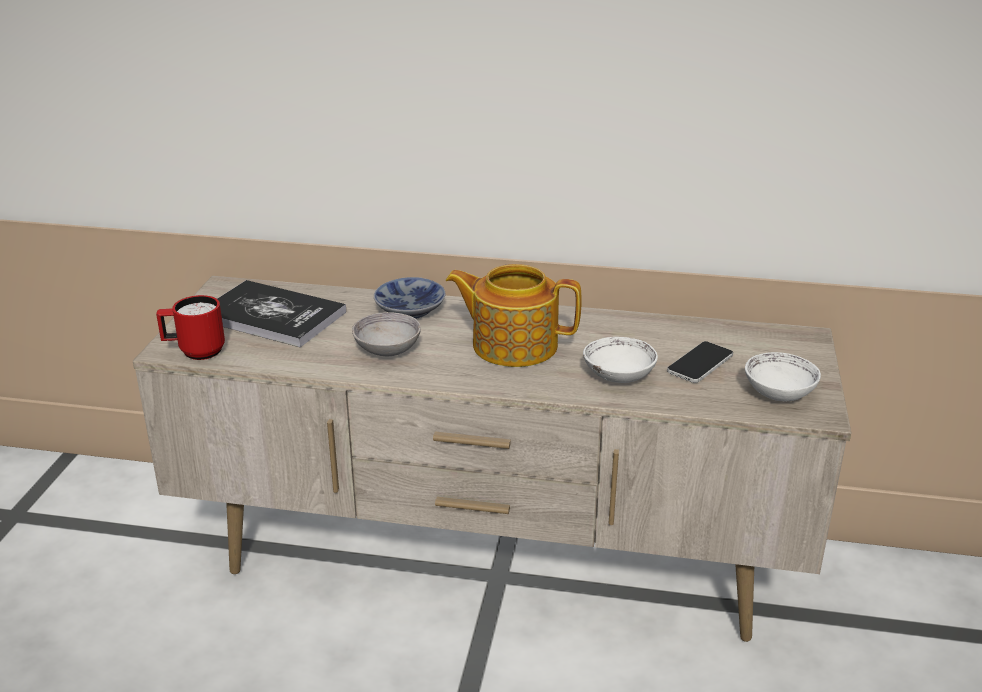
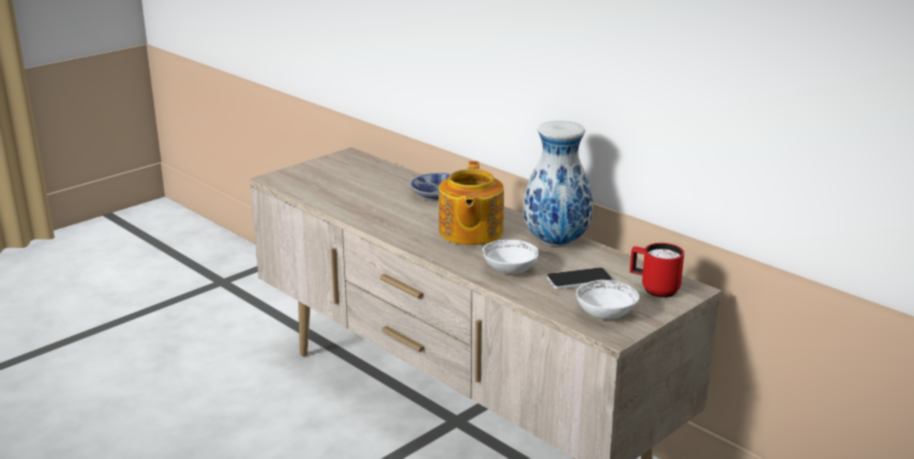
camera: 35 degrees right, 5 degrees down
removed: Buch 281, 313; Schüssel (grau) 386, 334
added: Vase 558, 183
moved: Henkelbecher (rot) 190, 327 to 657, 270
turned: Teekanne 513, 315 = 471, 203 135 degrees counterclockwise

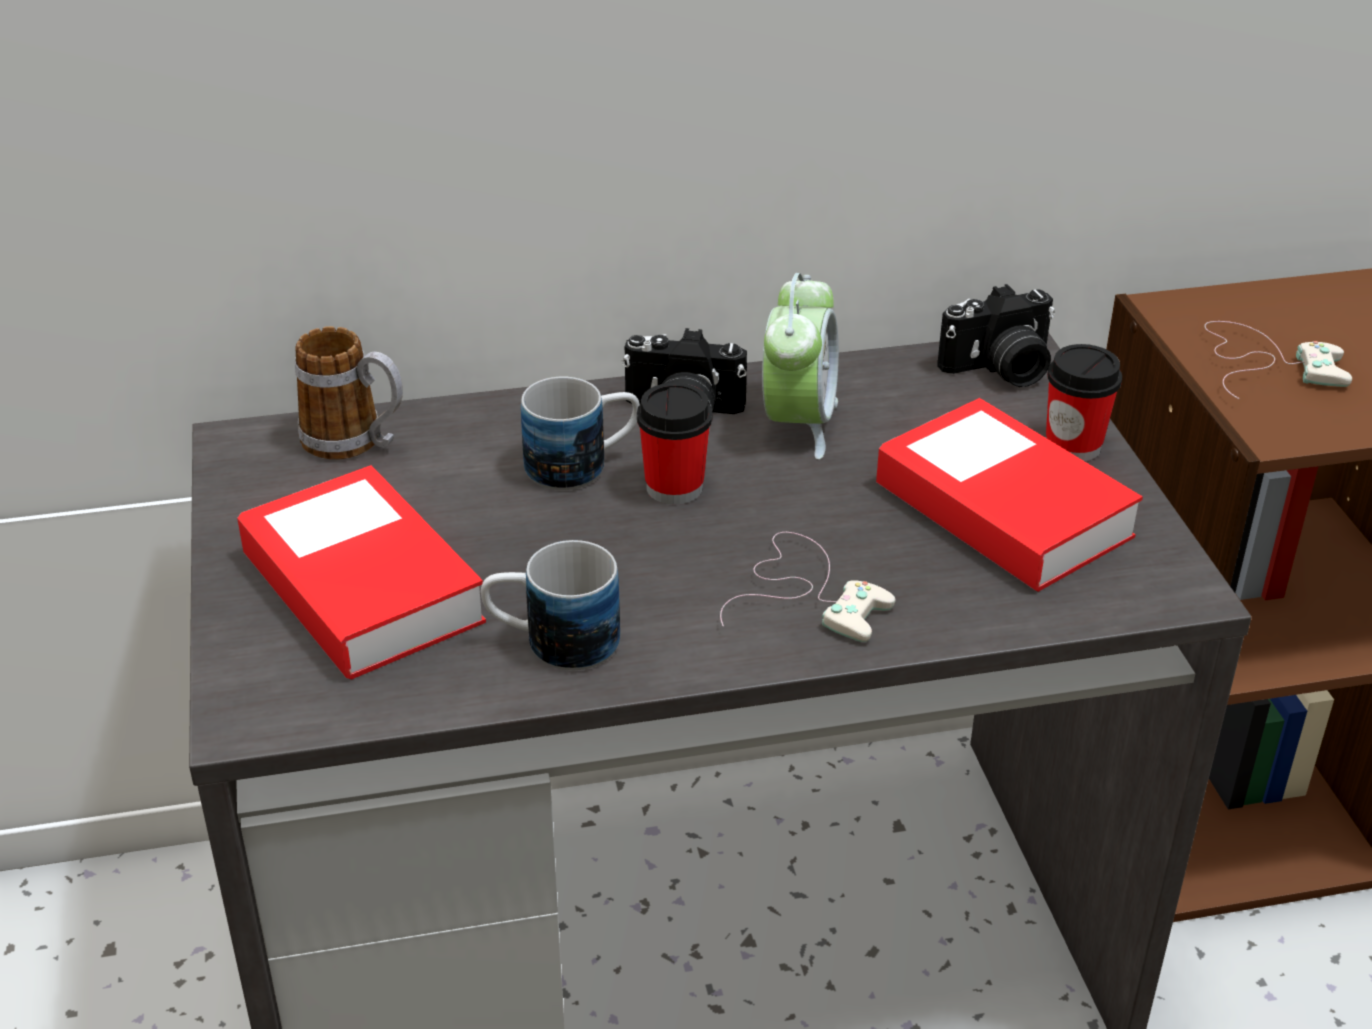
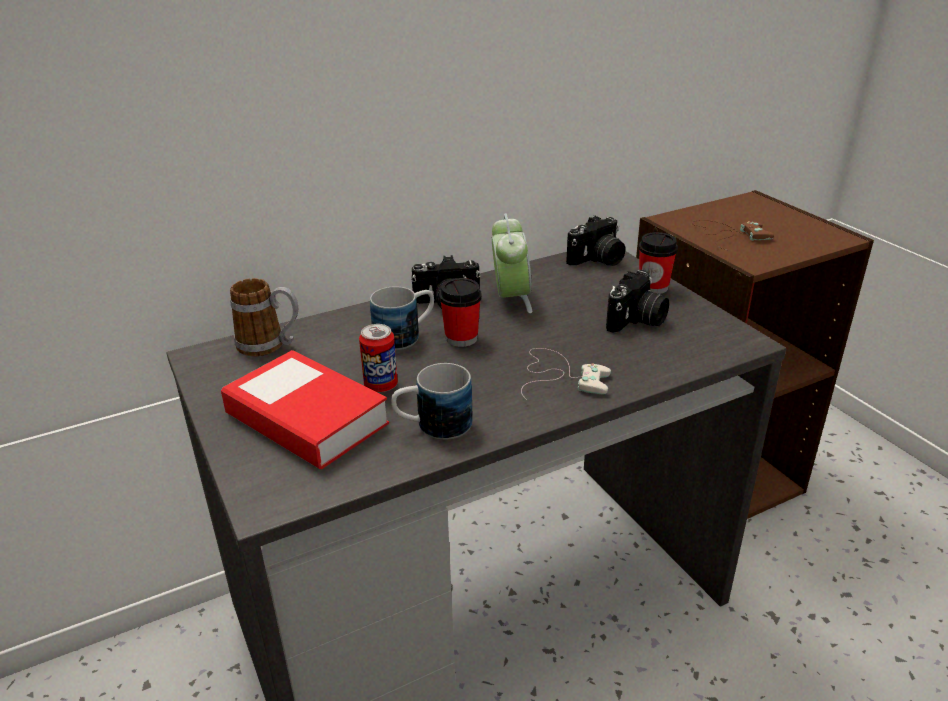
camera: 15 degrees left, 5 degrees down
added: Dose 378, 358
replaced: Buch 1009, 495 to Kamera 637, 301
recoloured: Gamepad (weiß) 1278, 360 to Gamepad (braun) 733, 235

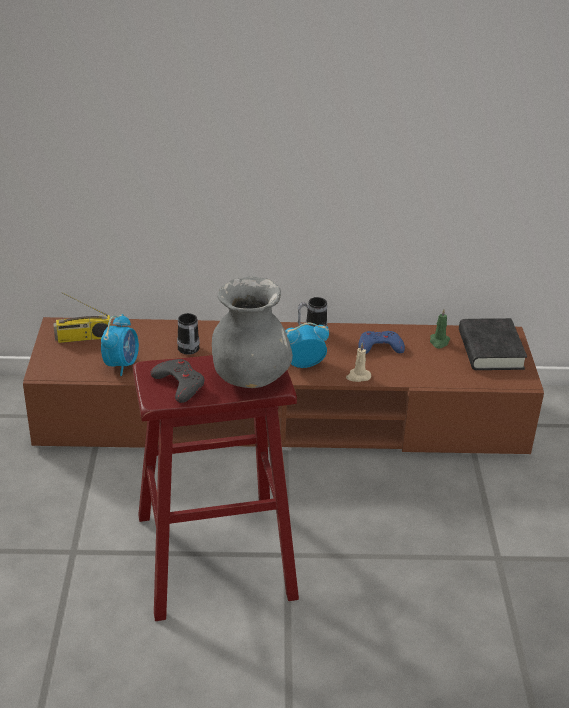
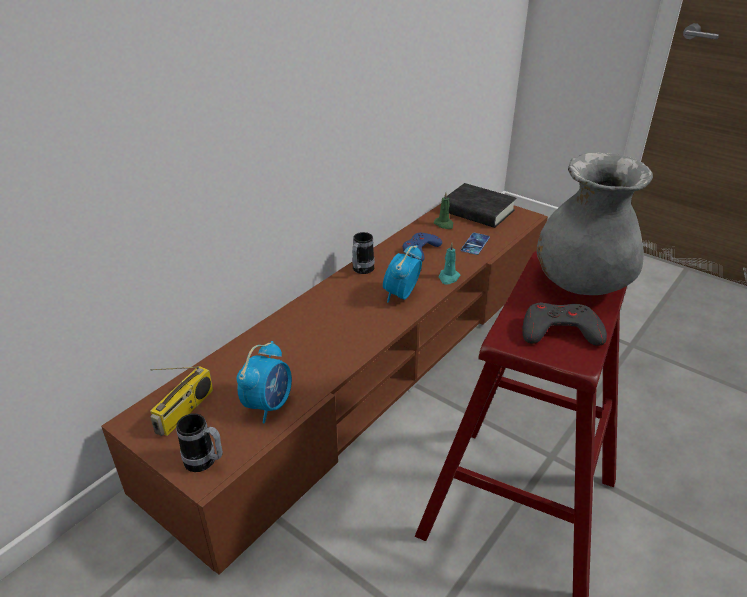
camera: 50 degrees left, 0 degrees up
added: Handy 475, 244
moved: Henkelbecher 188, 334 to 199, 442
recoloured: Kerze (beige) 358, 362 to Kerze (türkis) 450, 264
turned: Wecker 120, 345 = 264, 382 60 degrees clockwise

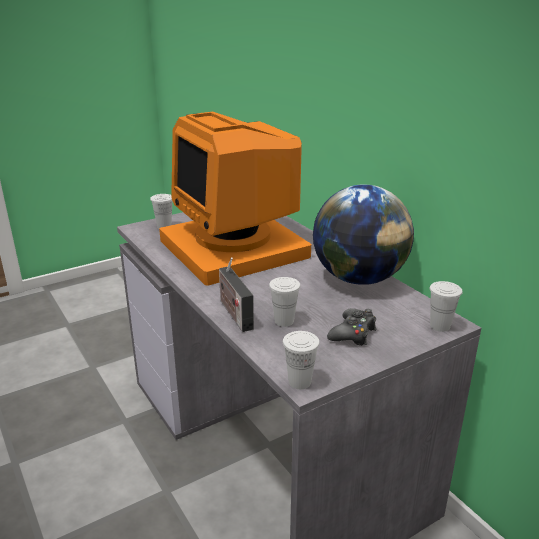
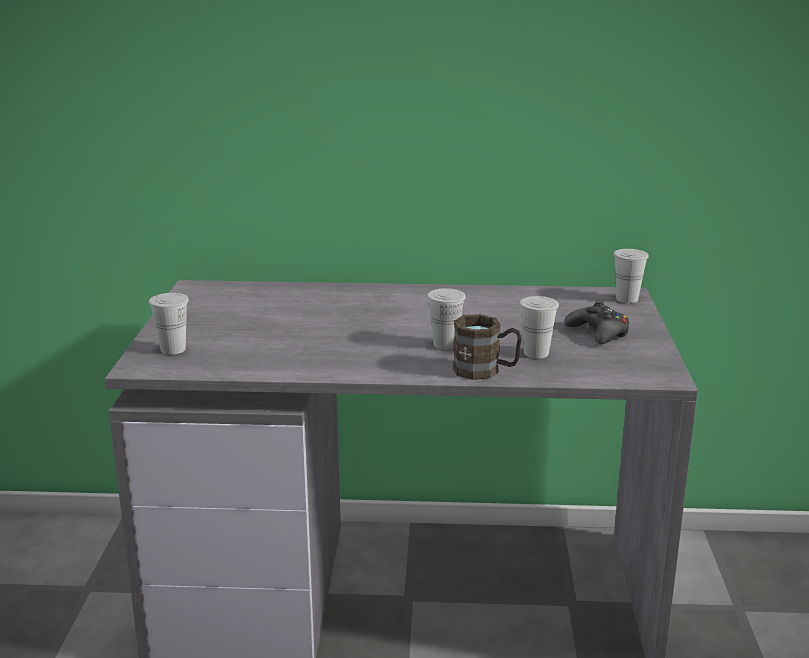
camera: 55 degrees left, 5 degrees down
removed: Monitor 235, 199; Globus 363, 235
moved: Tasse (weiß) 301, 360 to 446, 319
replaced: Radio 236, 294 to Henkelbecher (braun) 487, 347

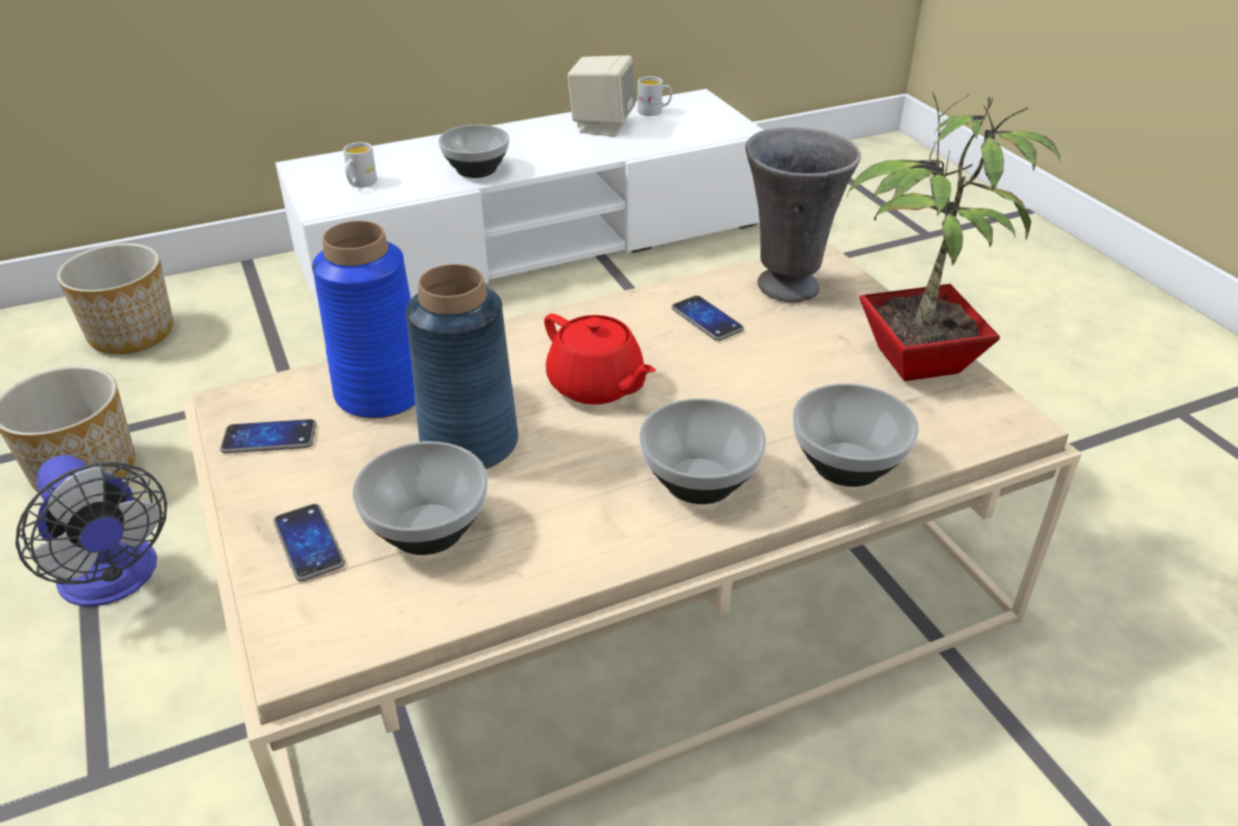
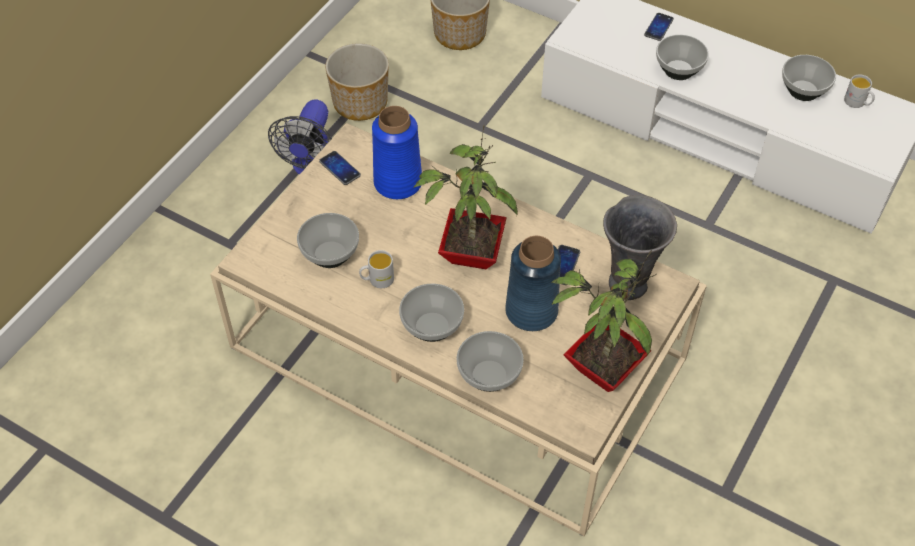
camera: 55 degrees right, 15 degrees up
moved: Henkelbecher (weiß) 360, 164 to 376, 269; Vase (blau) 462, 366 to 533, 283; Handy 309, 543 to 659, 27
replaced: Teekanne (rot) 600, 359 to Topfpflanze 465, 197; Lautsprecher (beige) 601, 96 to Schüssel 809, 78

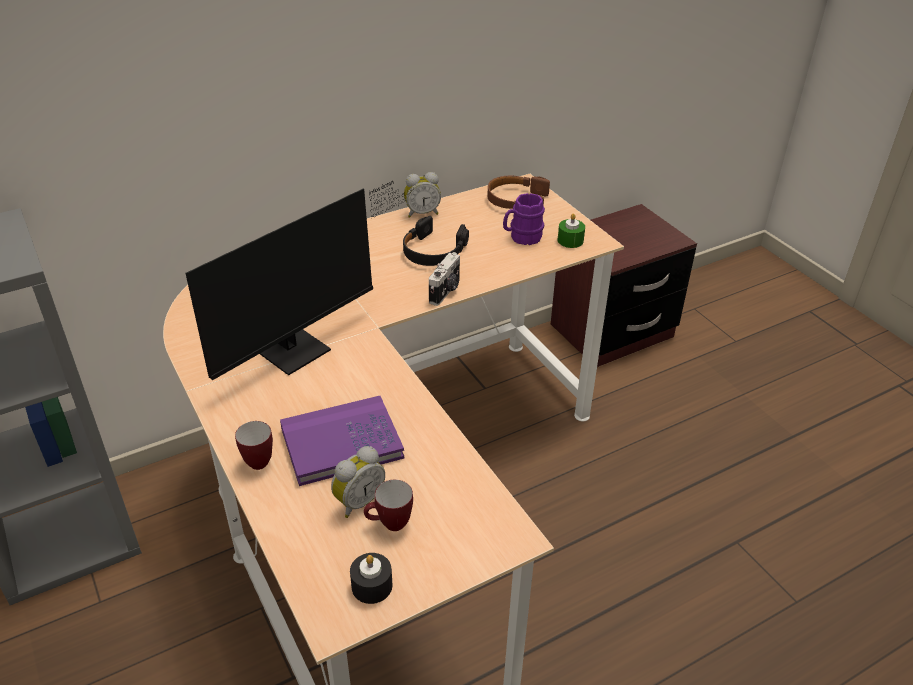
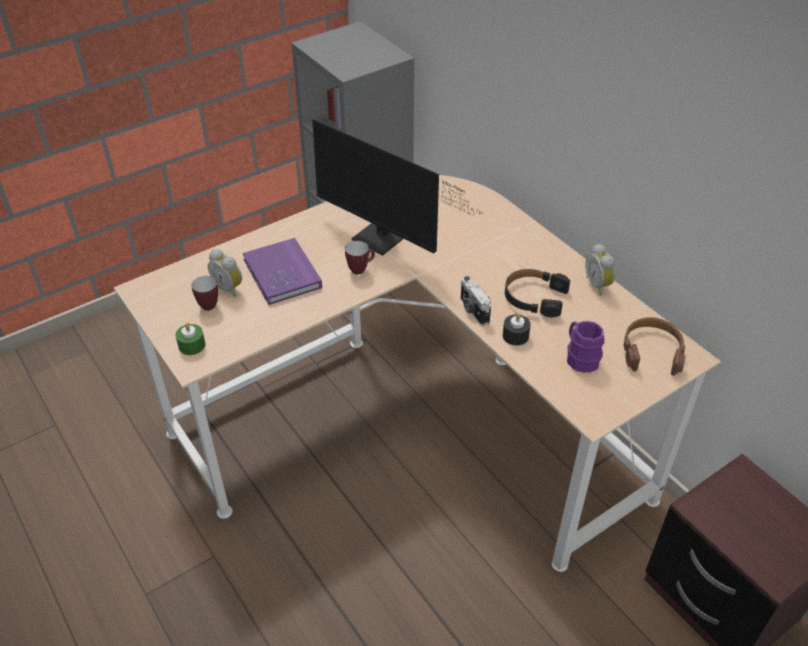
camera: 85 degrees right, 5 degrees up
moved: Kerze (grün) 571, 230 to 190, 338; Henkelbecher 254, 445 to 360, 258; Kerze (schwarz) 371, 578 to 517, 329
turned: Kamera 444, 279 = 476, 301 45 degrees clockwise

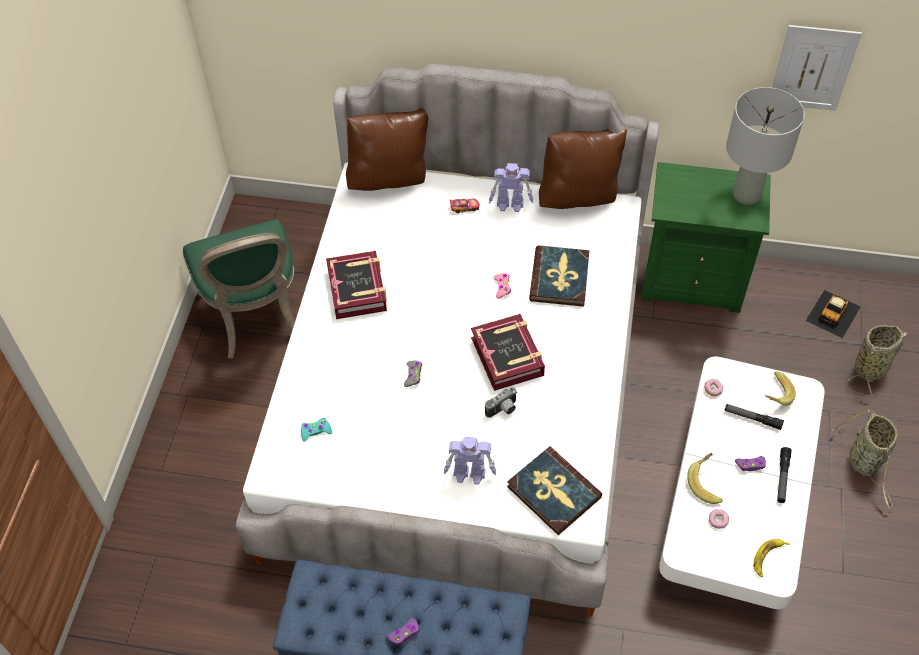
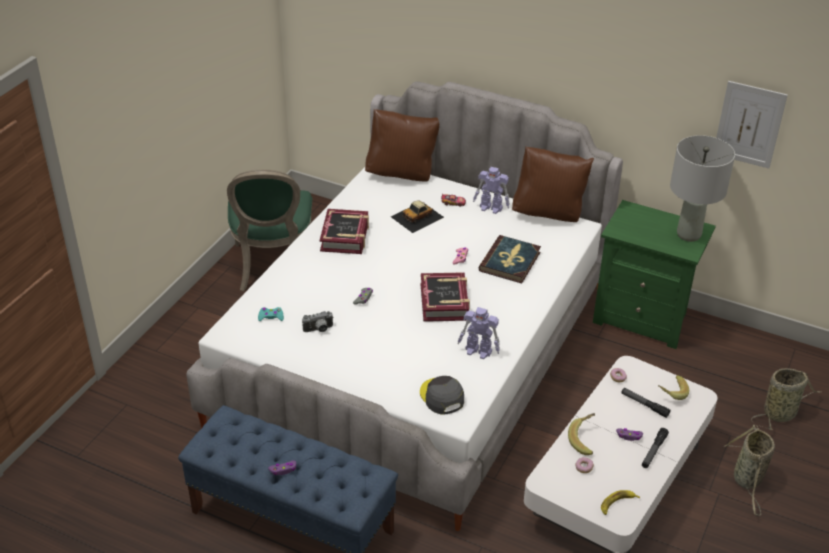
camera: 15 degrees right, 15 degrees down
moved: Kamera 501, 402 to 317, 321; Spielzeugauto 833, 314 to 417, 217; Spielzeugroboter 470, 461 to 478, 333
replaced: Buch 554, 490 to Kappe (grau) 442, 395

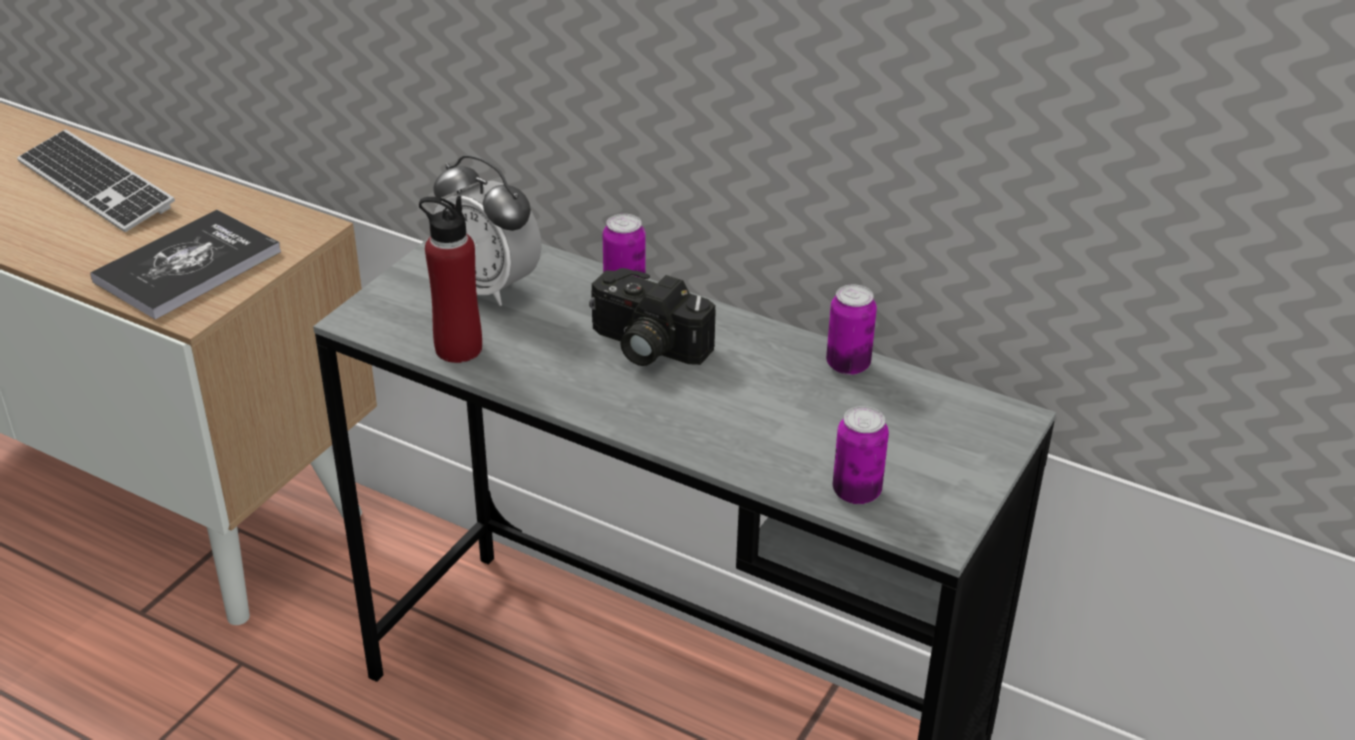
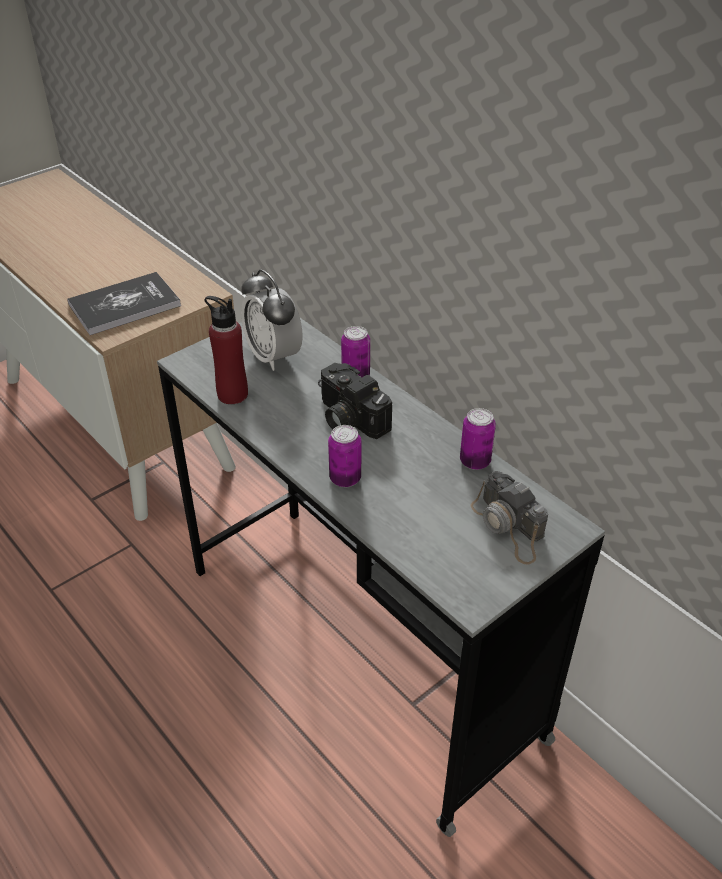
camera: 20 degrees right, 5 degrees up
removed: Tastatur 96, 180
added: Kamera 509, 518
moved: Dose 861, 455 to 344, 456

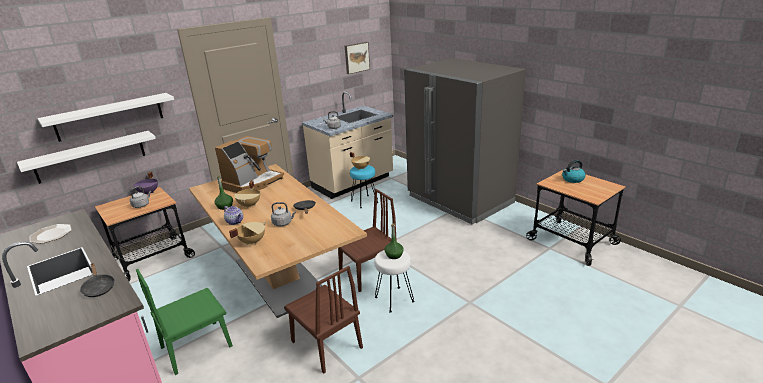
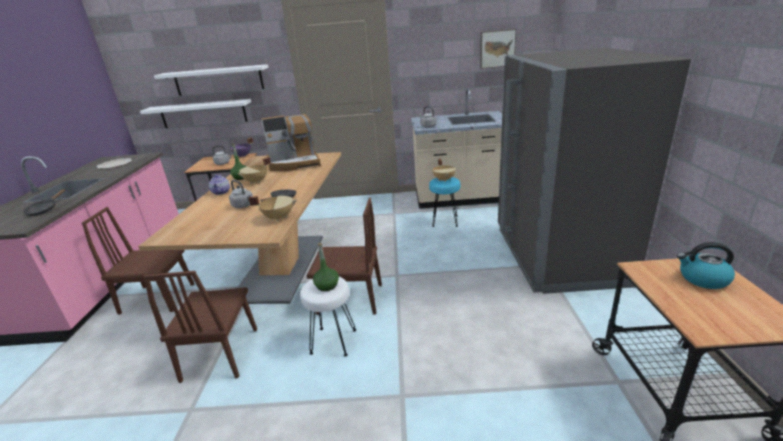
camera: 40 degrees right, 0 degrees up
moved: Kochtopf (beige) 247, 233 to 273, 208
recoloured: Stuhl (grün) 184, 322 to Stuhl (braun) 138, 261

